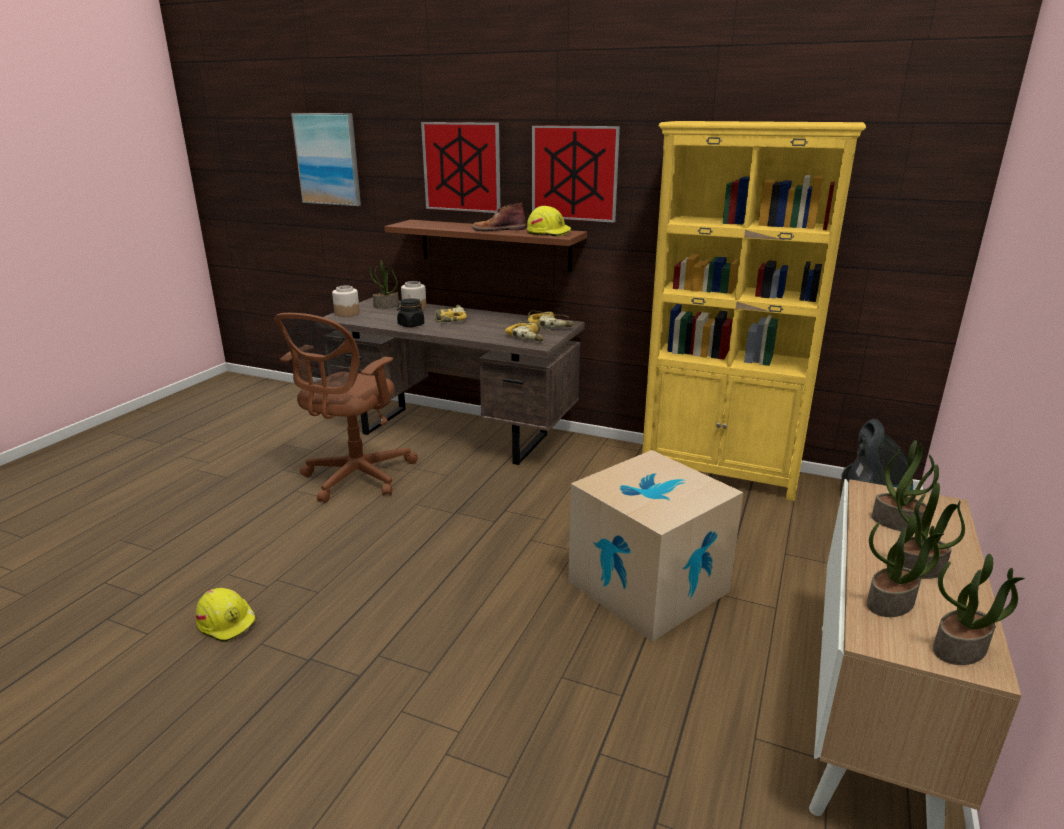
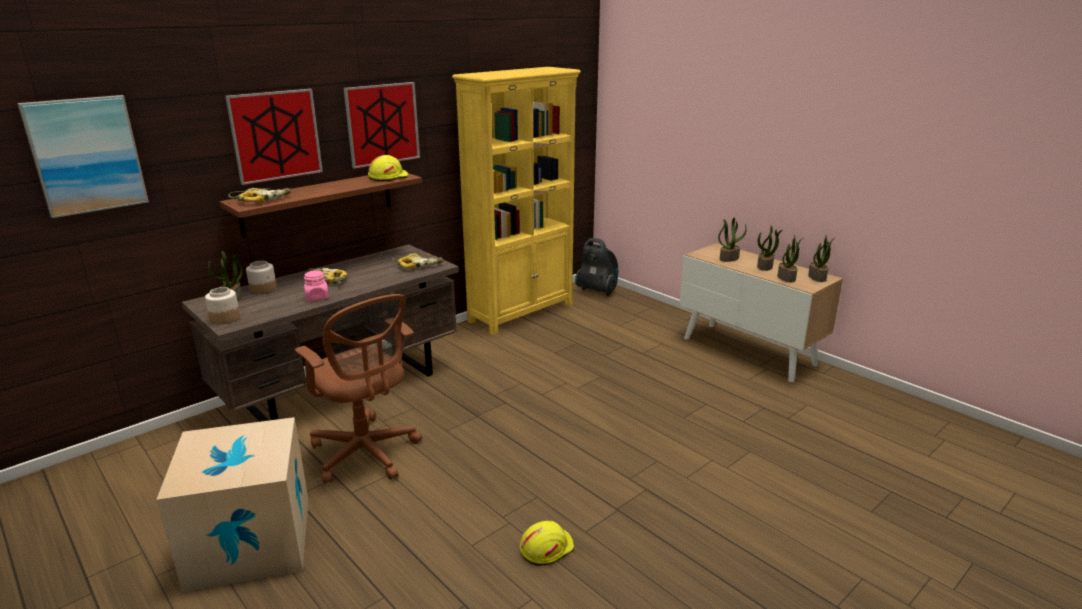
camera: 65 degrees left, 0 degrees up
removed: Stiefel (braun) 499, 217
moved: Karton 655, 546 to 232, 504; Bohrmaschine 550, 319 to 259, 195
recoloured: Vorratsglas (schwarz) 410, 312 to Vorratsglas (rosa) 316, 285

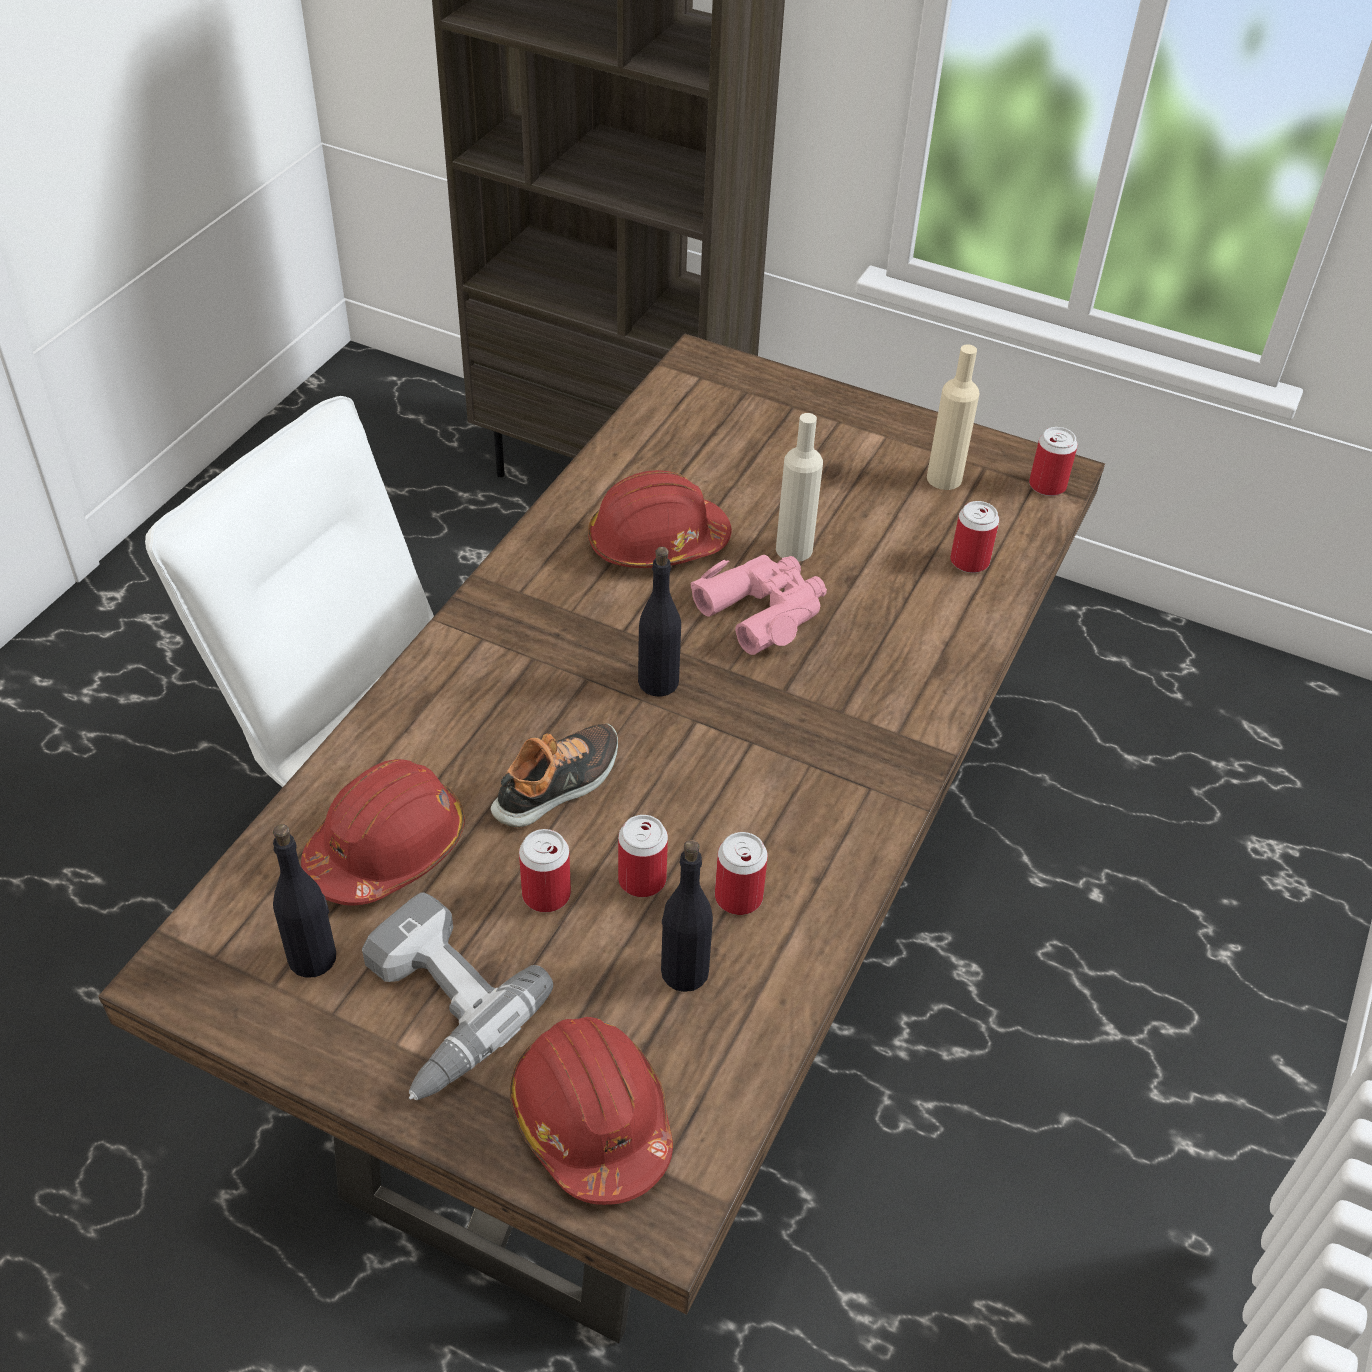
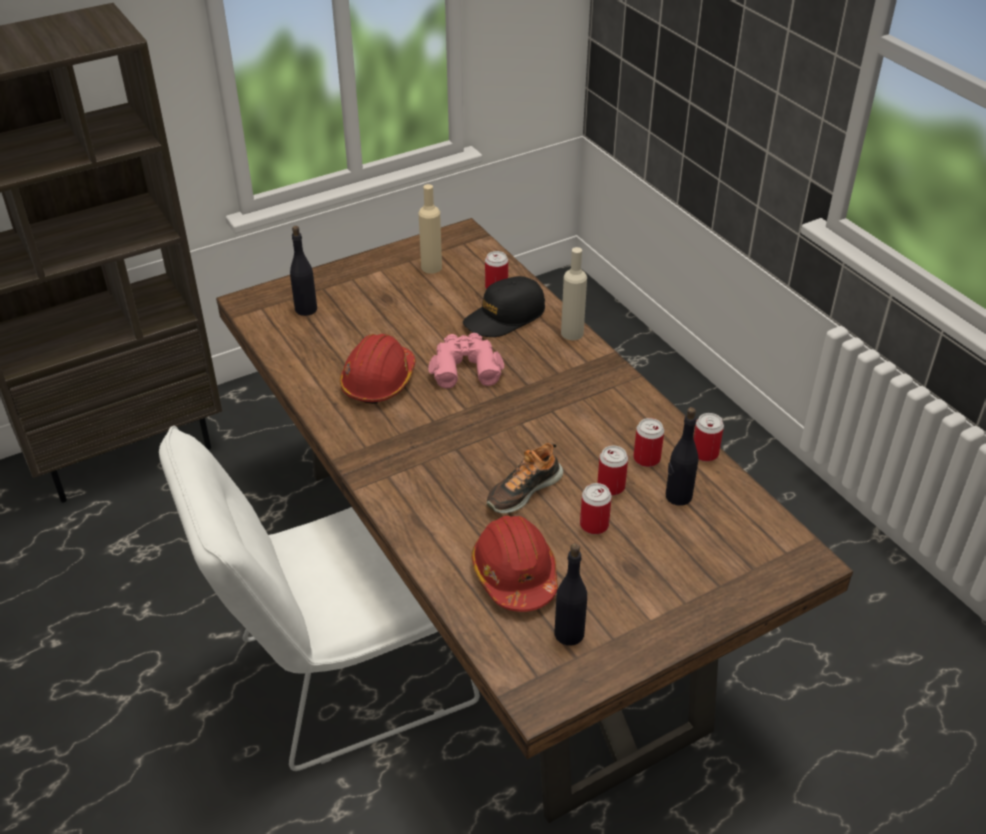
camera: 55 degrees left, 5 degrees down
removed: Bohrmaschine 457, 996; Schutzhelm (rot) 591, 1111
added: Kappe (schwarz) 504, 306
moved: Flasche (schwarz) 659, 622 to 303, 271; Flasche (beige) 799, 487 to 574, 293; Dose 1053, 461 to 709, 437
turned: Schuh 554, 775 = 524, 478 120 degrees counterclockwise

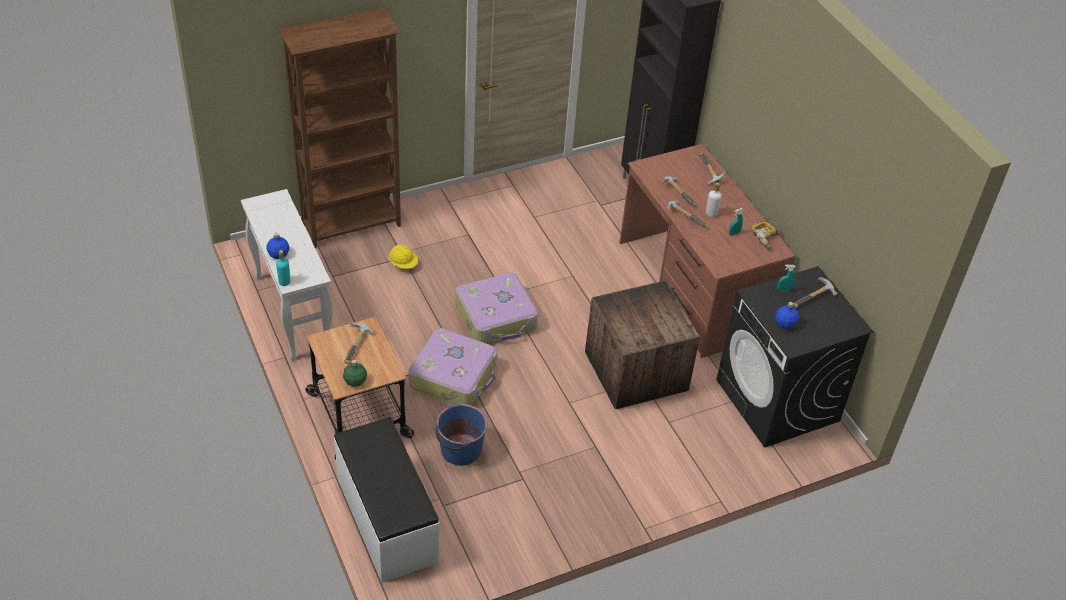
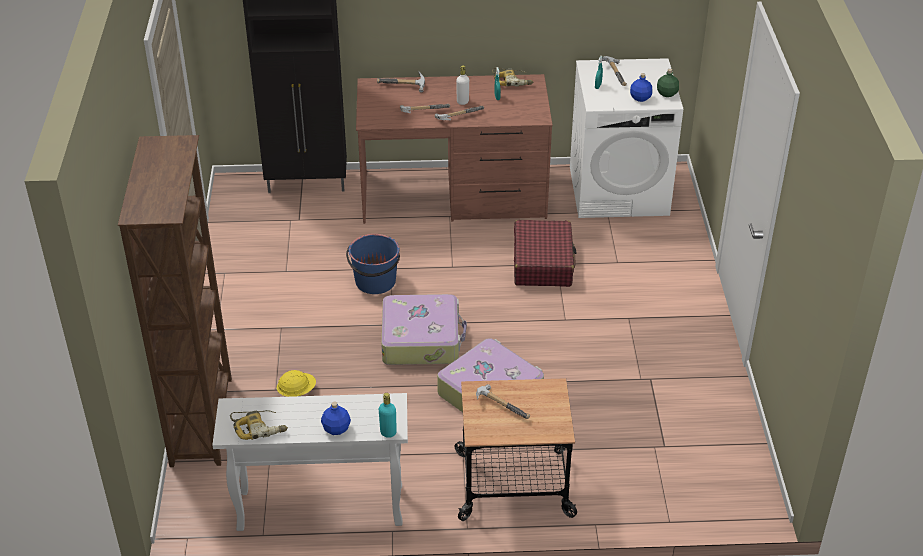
camera: 65 degrees left, 5 degrees down
removed: Bank (weiß) 387, 500
added: Bohrmaschine 259, 425
moved: Eimer (blau) 461, 435 to 373, 264; Flasche (grün) 355, 373 to 668, 83
replaced: Kiste 642, 345 to Koffer (rot) 545, 253
recoloured: Waschmaschine (schwarz) 794, 357 to Waschmaschine (weiß) 626, 138

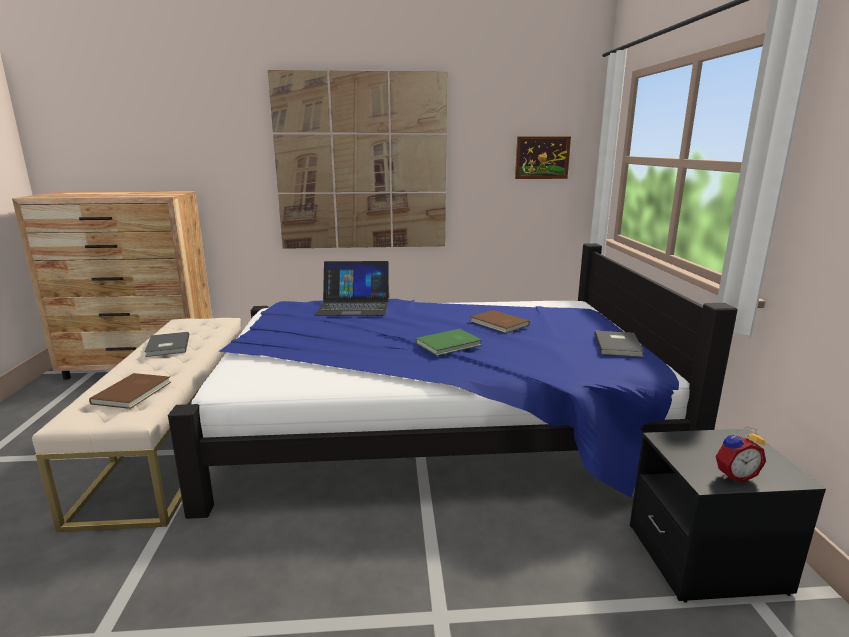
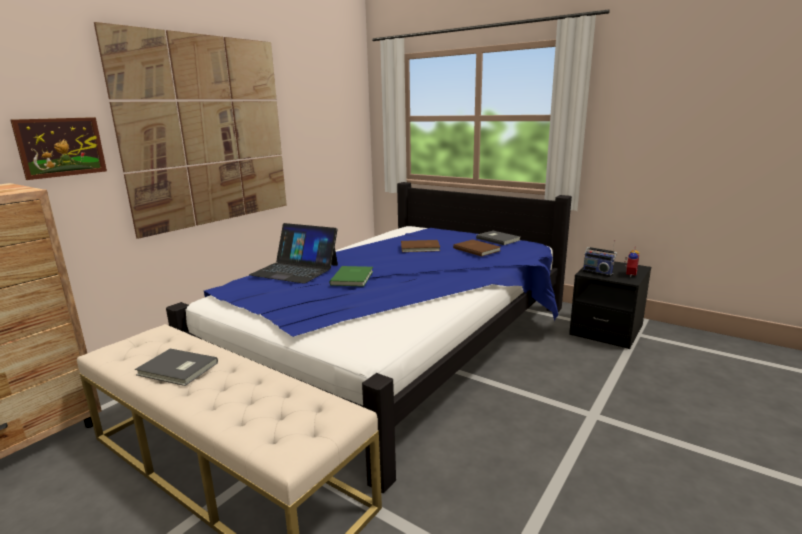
camera: 50 degrees left, 0 degrees up
added: Radio 599, 258
moved: Bild 543, 157 to 58, 148; Buch (grün) 448, 342 to 351, 276; Buch (braun) 130, 391 to 477, 248
turned: Laptop 352, 288 = 293, 253 75 degrees clockwise

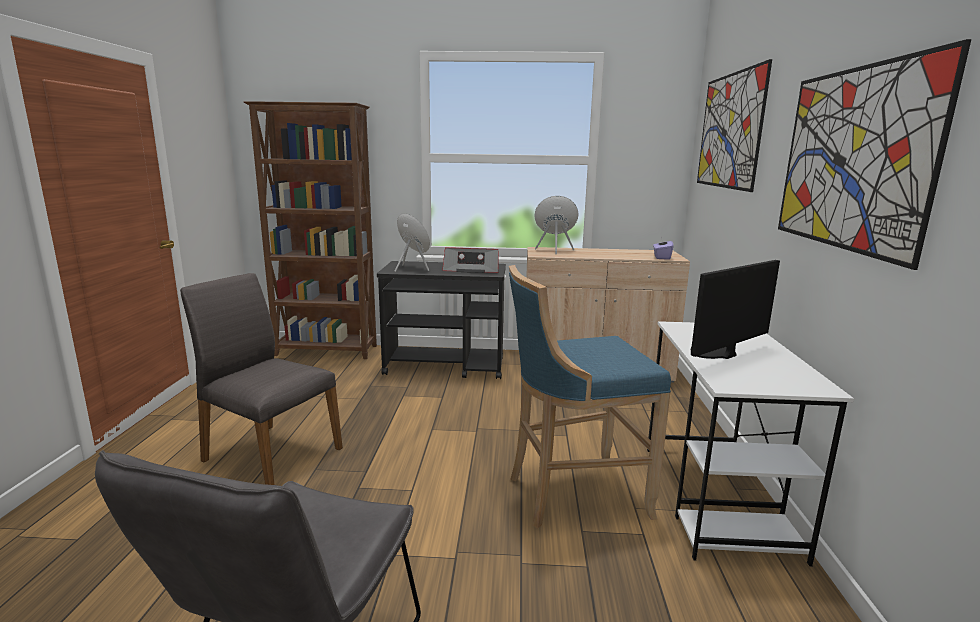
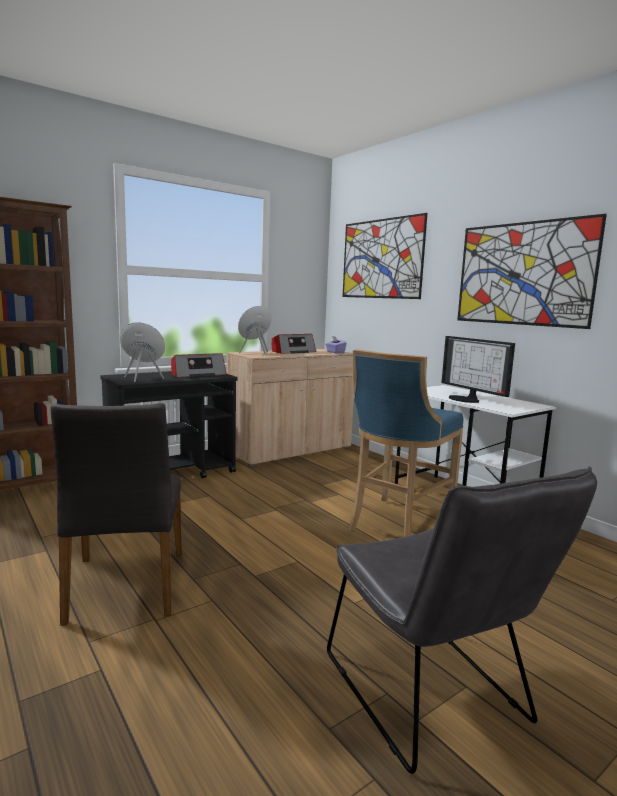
camera: 40 degrees left, 5 degrees down
added: Radio 294, 344
turned: Stuhl (grau) 261, 379 = 116, 514 90 degrees counterclockwise; Monitor 735, 309 = 478, 369 45 degrees counterclockwise

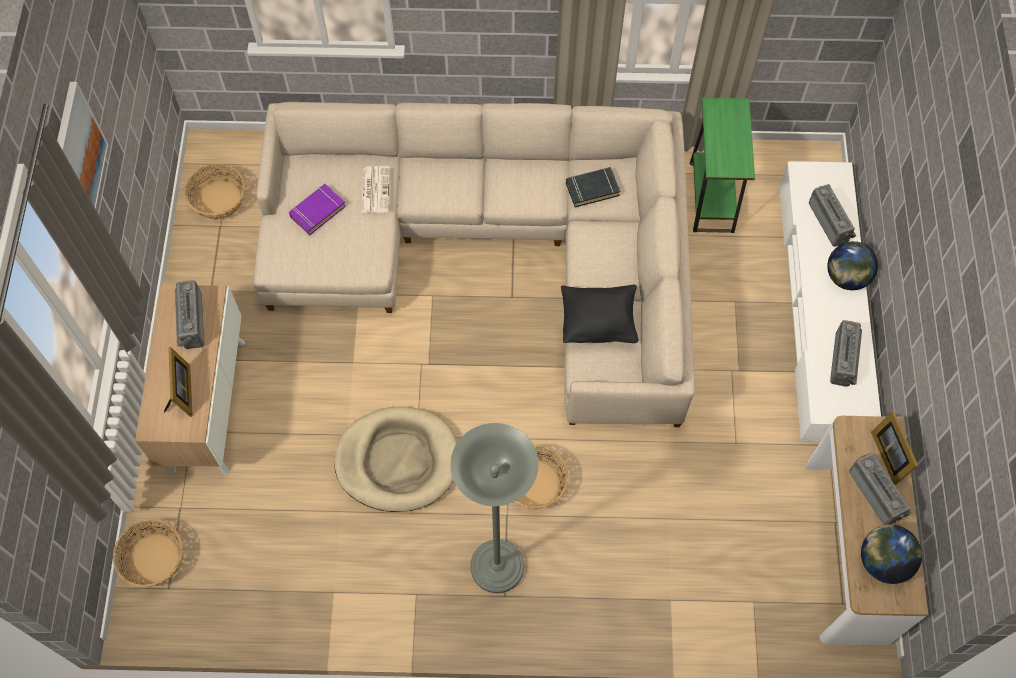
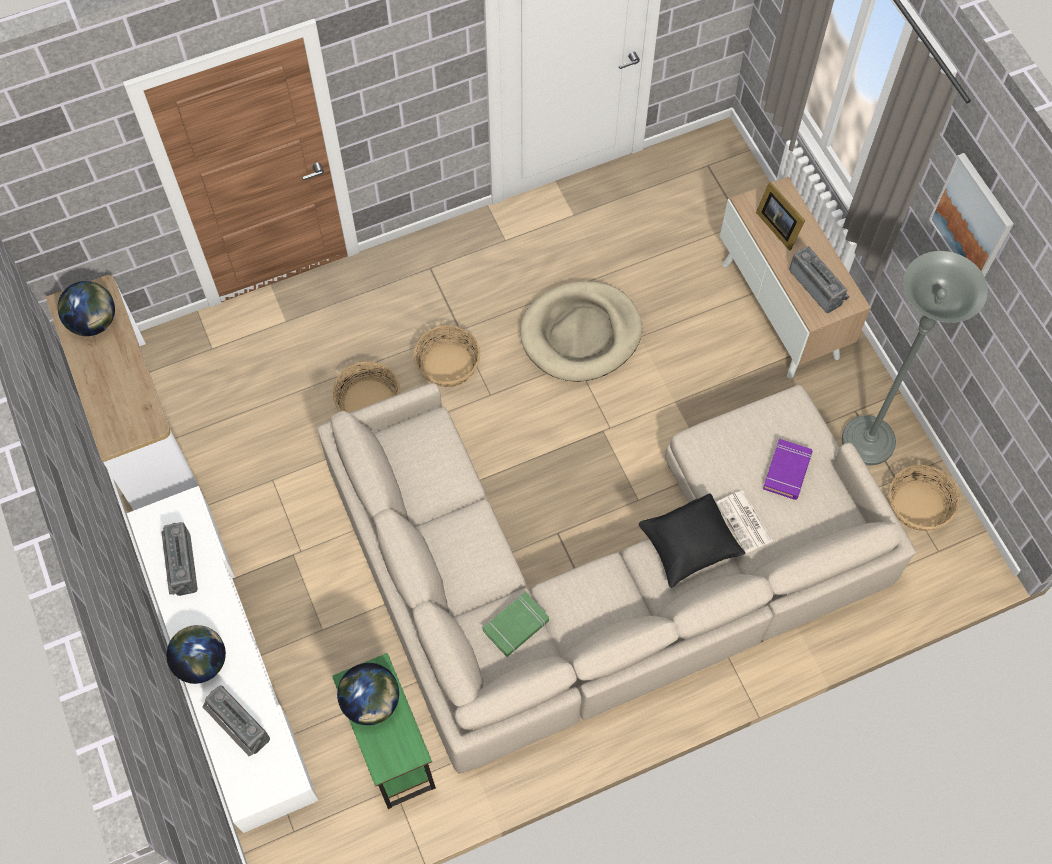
camera: 155 degrees right, 0 degrees up
removed: Radio 880, 489; Bilderrahmen 894, 448
added: Globus 368, 694
moved: Korb 148, 553 to 366, 387; Kissen (schwarz) 600, 314 to 692, 540; Stehlampe (grau) 494, 508 to 915, 358
recoloured: Buch (schwarz) 593, 187 to Buch (grün) 516, 624

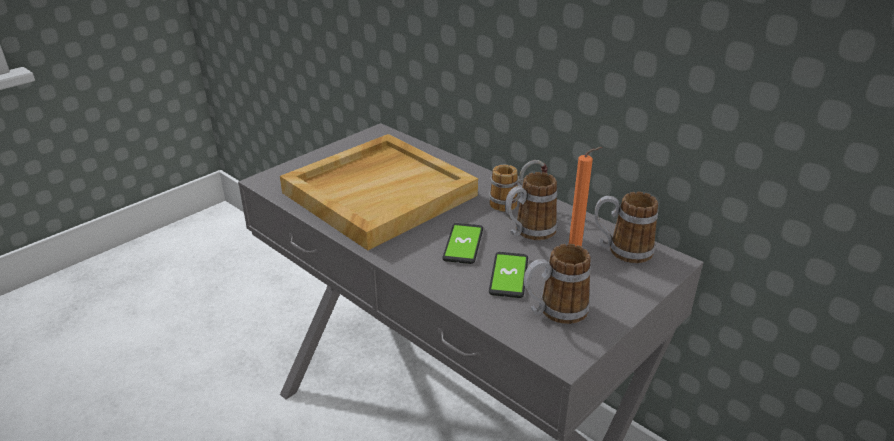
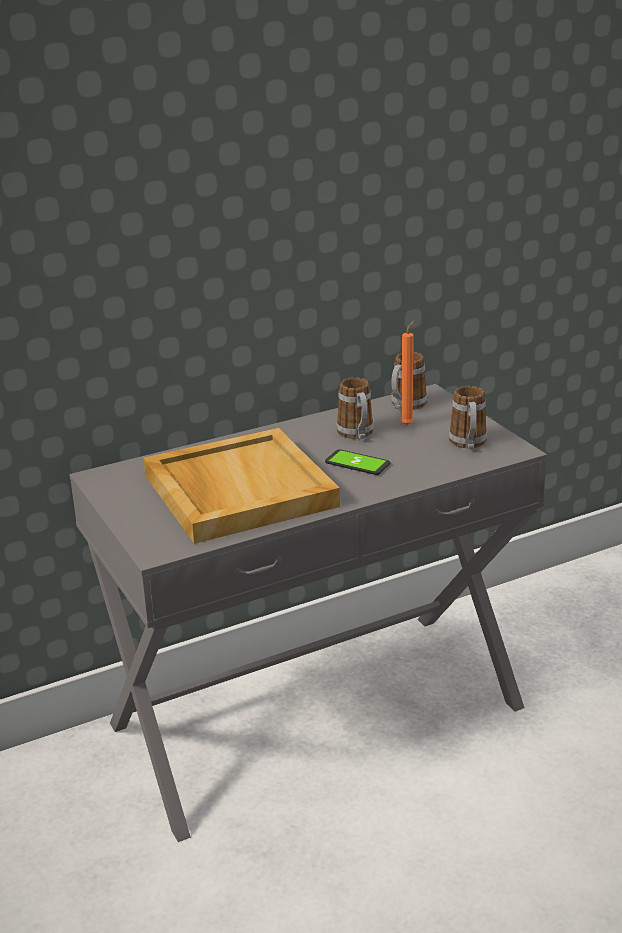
camera: 70 degrees left, 5 degrees down
removed: Henkelbecher 518, 185; Handy 508, 275

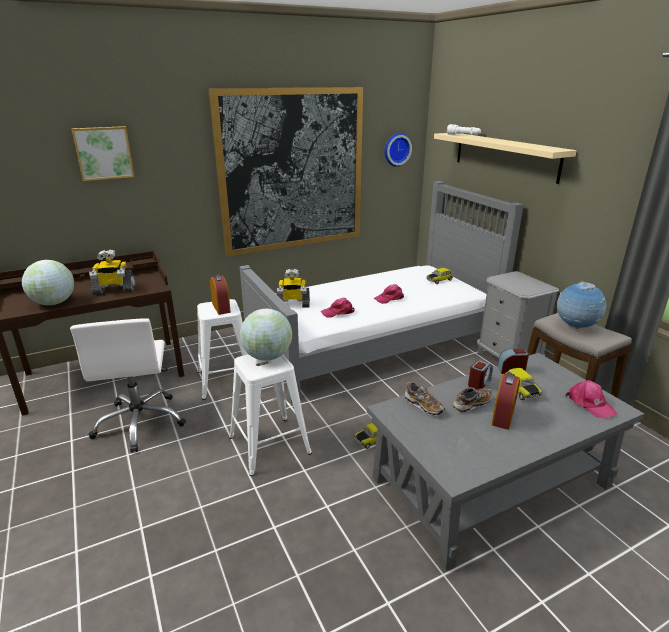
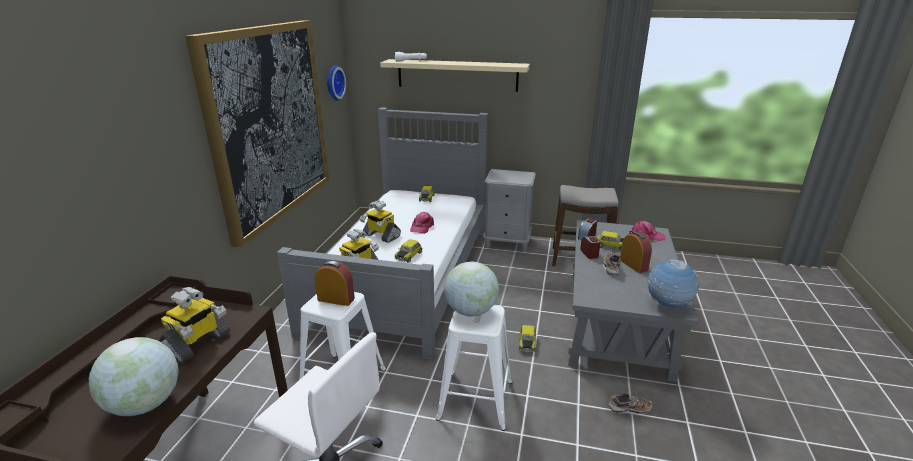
camera: 50 degrees left, 0 degrees up
removed: Bild 103, 153
added: Spielzeugroboter 380, 221
moved: Schuh 425, 398 to 631, 403; Globus 582, 305 to 673, 283
replaced: Kappe (rosa) 338, 307 to Spielzeugauto 408, 251

